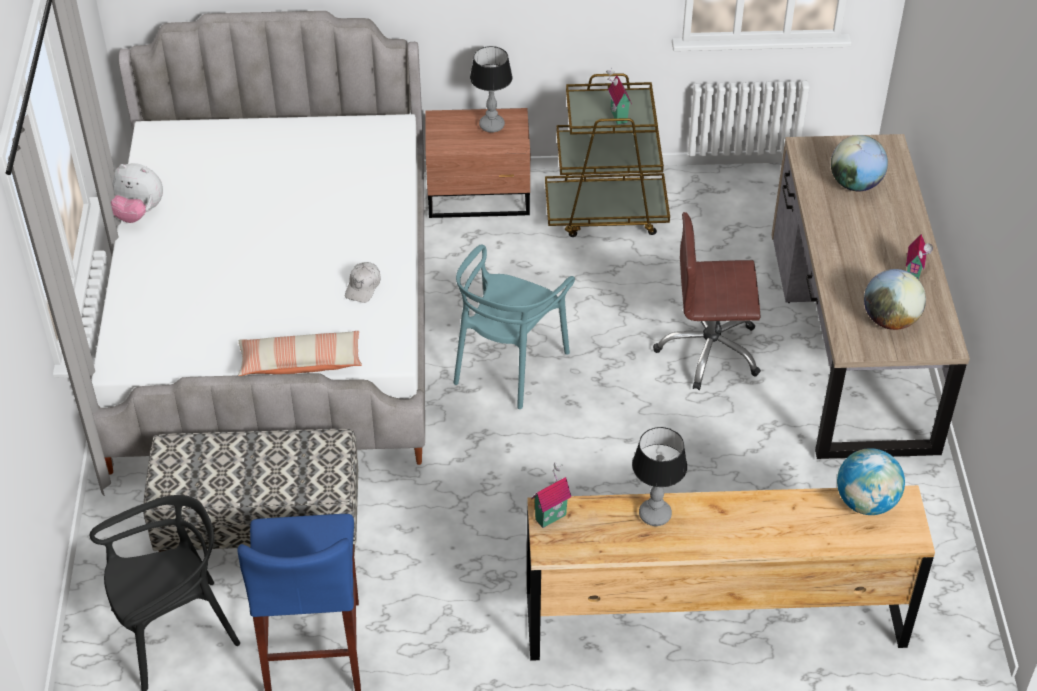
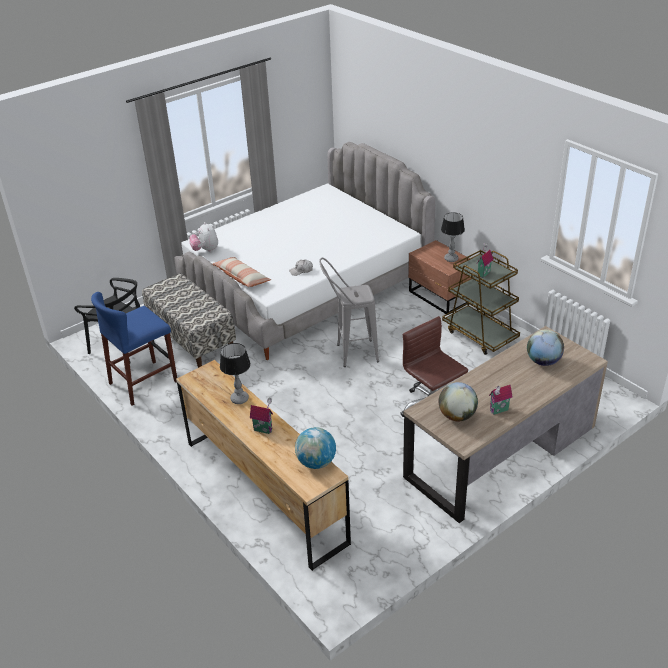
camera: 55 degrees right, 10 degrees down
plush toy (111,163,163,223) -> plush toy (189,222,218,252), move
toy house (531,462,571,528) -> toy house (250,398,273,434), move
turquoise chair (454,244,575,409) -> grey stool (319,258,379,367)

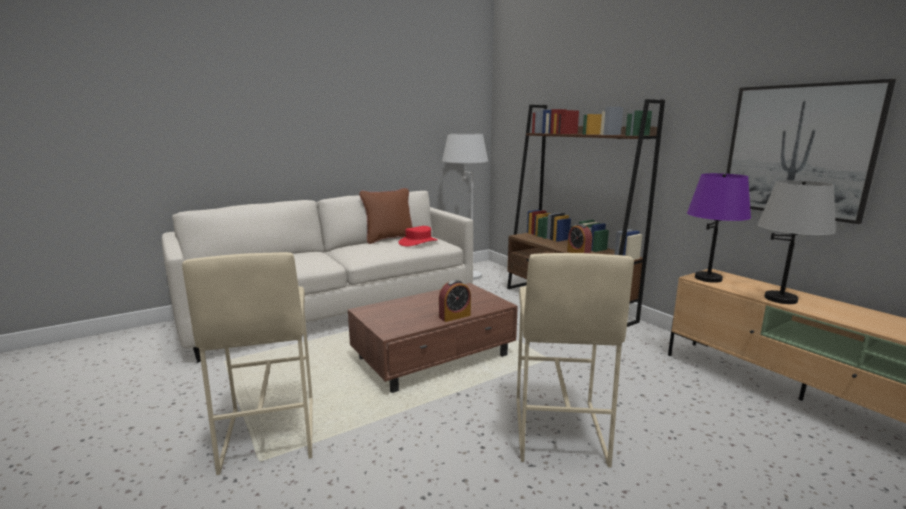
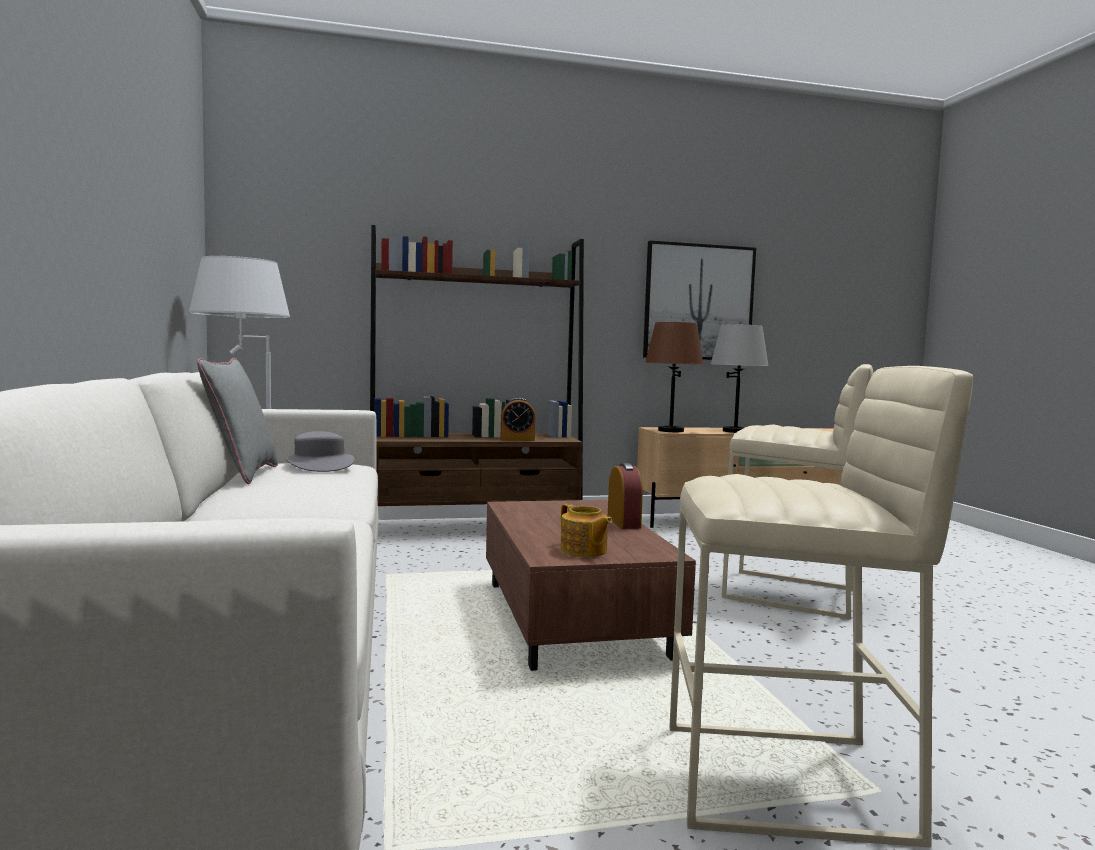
camera: 70 degrees left, 10 degrees down
none -> teapot (561,503,612,557)
brown pillow (359,188,413,244) -> grey pillow (197,358,278,484)
red hat (399,226,438,246) -> grey hat (285,431,354,472)
purple table lamp (687,173,751,283) -> brown table lamp (645,321,703,432)

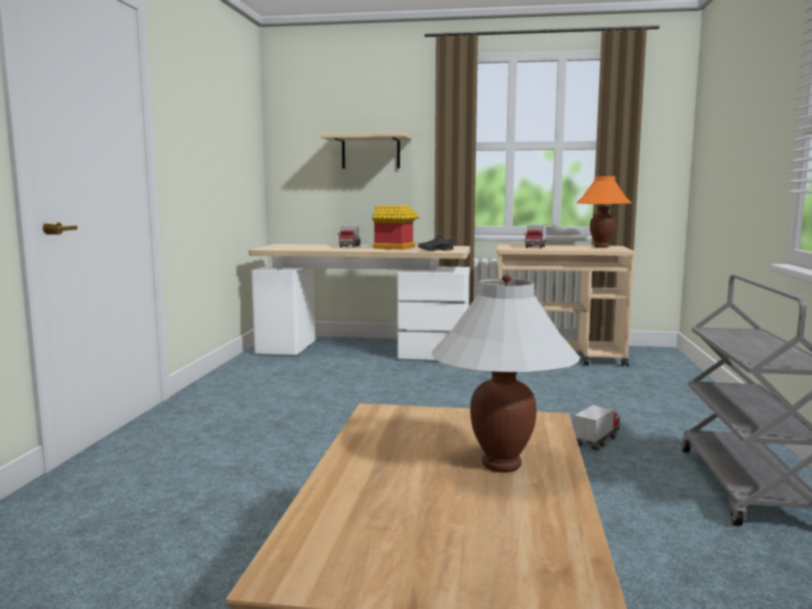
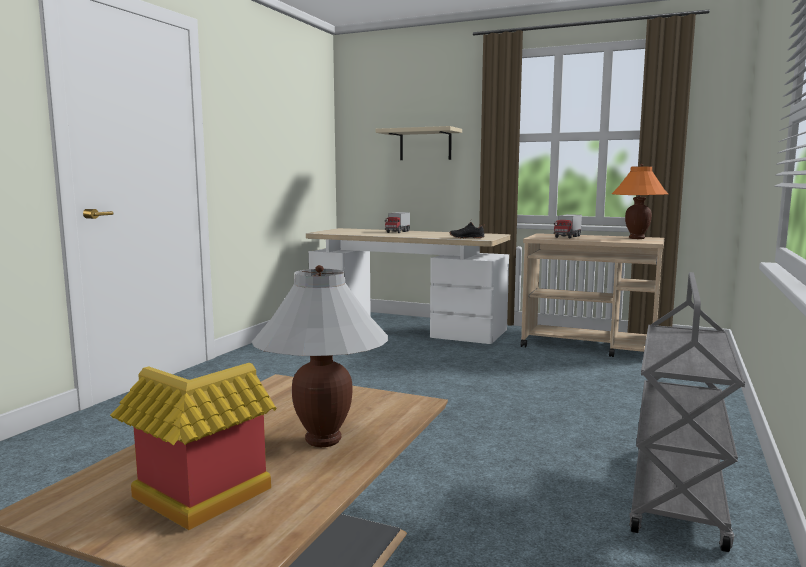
camera: 15 degrees right, 0 degrees up
toy truck (574,405,620,451) -> none
toy house (372,205,420,250) -> toy house (110,363,276,530), move

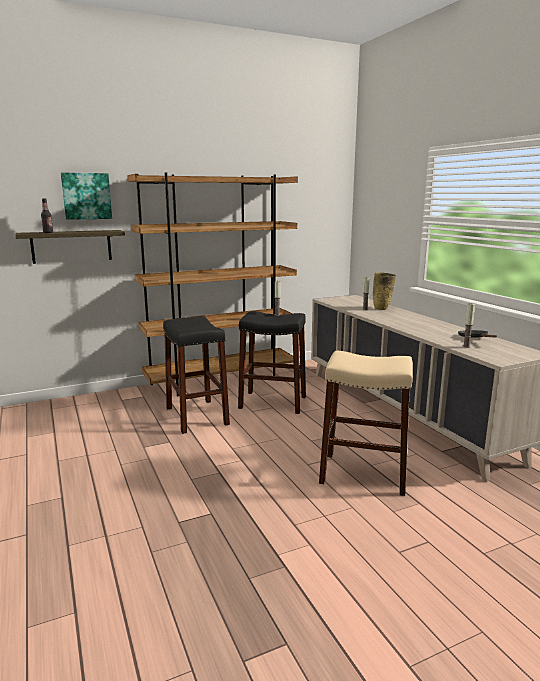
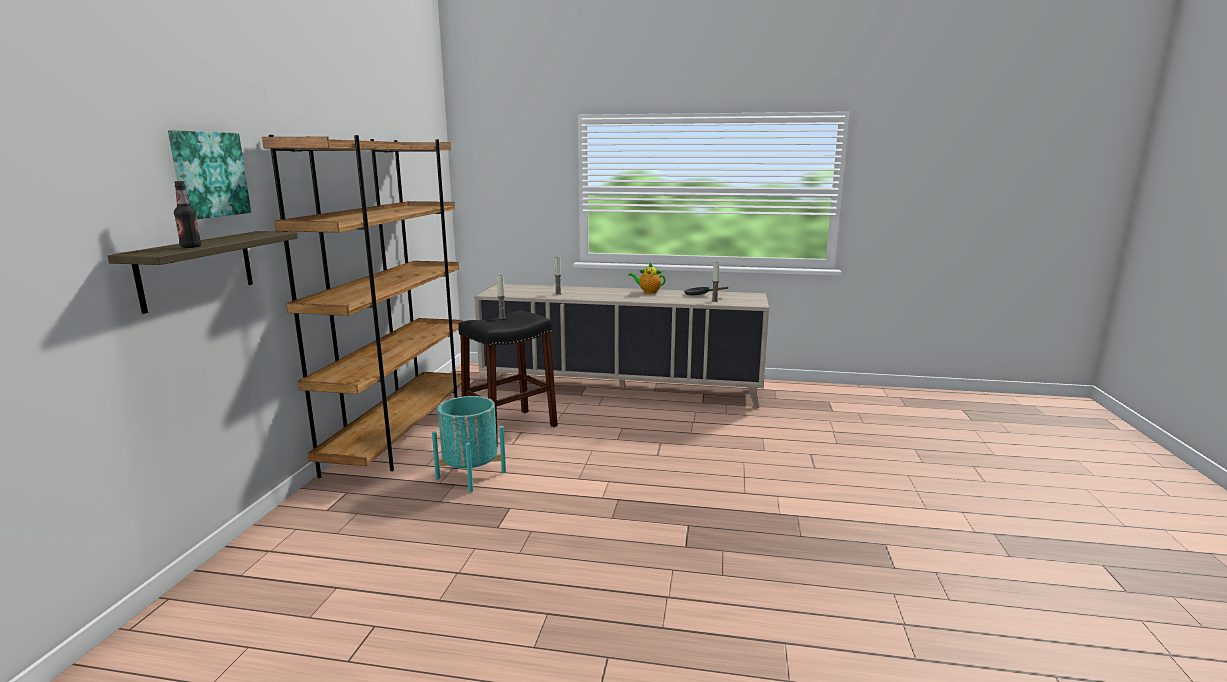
camera: 55 degrees left, 0 degrees up
beige stool (319,351,413,496) -> none
beige vase (373,272,396,310) -> none
none -> teapot (628,262,666,294)
black stool (163,317,230,434) -> turquoise planter (432,396,506,492)

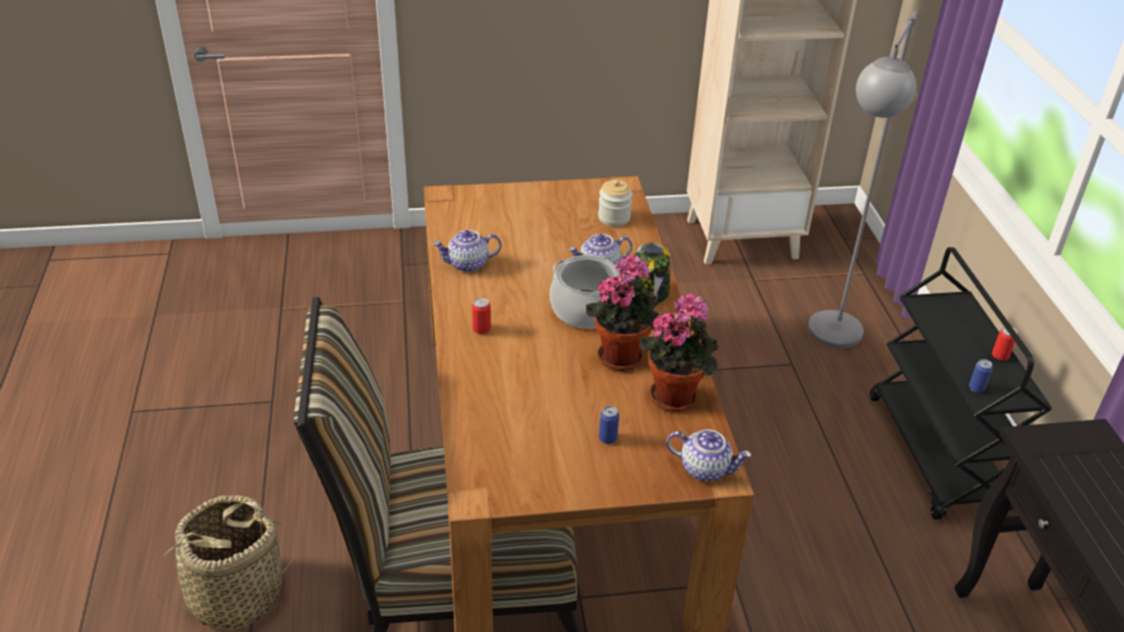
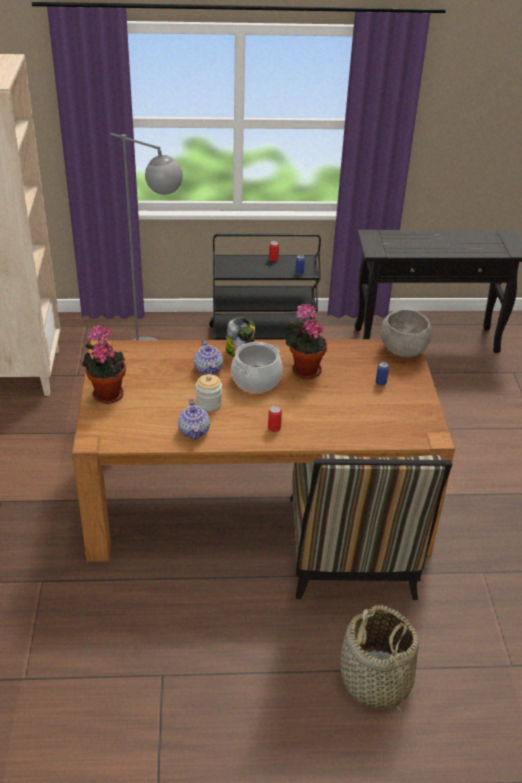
camera: 85 degrees left, 0 degrees up
jar (598,180,632,226) -> jar (196,374,222,411), move
potted plant (639,293,718,412) -> potted plant (82,325,126,404), move
teapot (666,429,751,481) -> grey bowl (380,310,432,358)

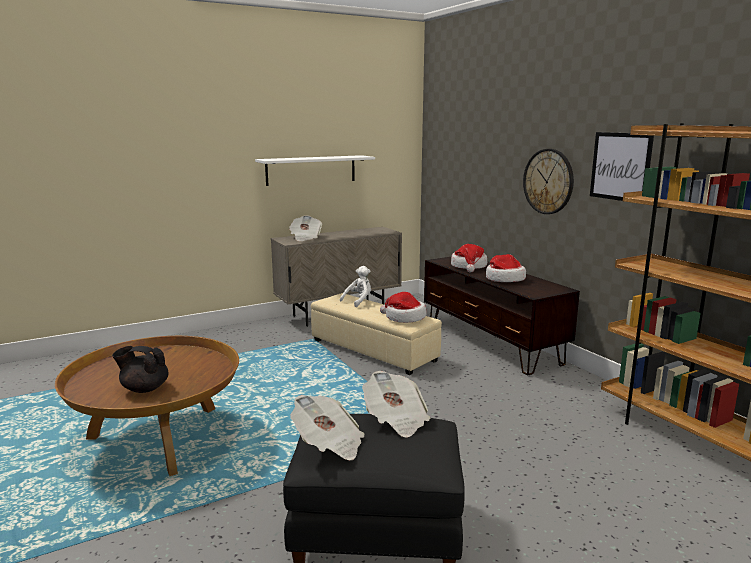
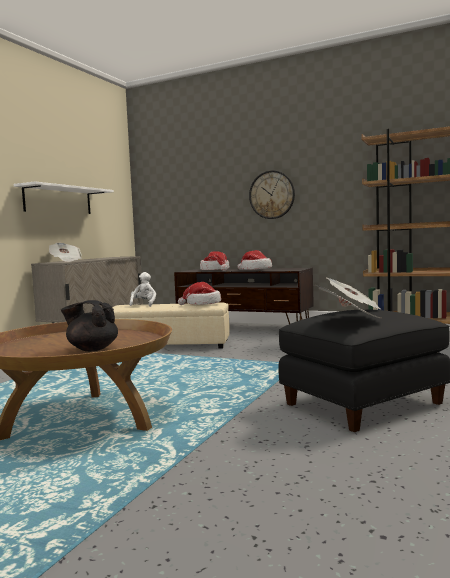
camera: 35 degrees left, 10 degrees down
picture (590,132,654,201) -> none
black teapot (112,346,168,393) -> black teapot (61,300,118,352), 45 degrees clockwise

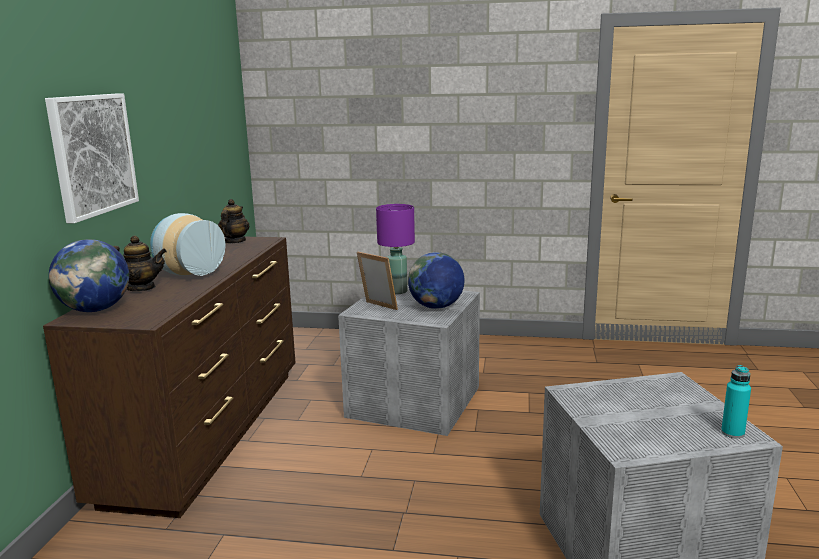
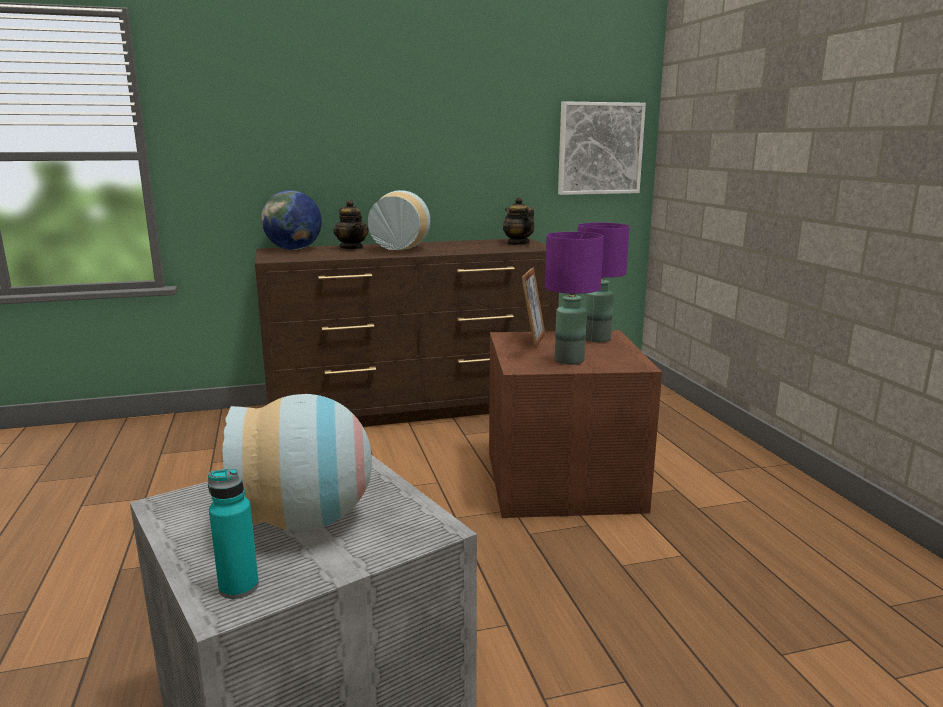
camera: 65 degrees right, 0 degrees up
none -> vase (223,394,372,531)
picture (45,93,139,223) -> picture (558,101,646,195), move
globe (408,252,465,309) -> purple table lamp (545,232,604,365)
grey storage box (338,285,480,436) -> brown storage box (489,330,662,518)
teapot (218,199,250,244) -> teapot (503,197,534,245), 105 degrees counterclockwise

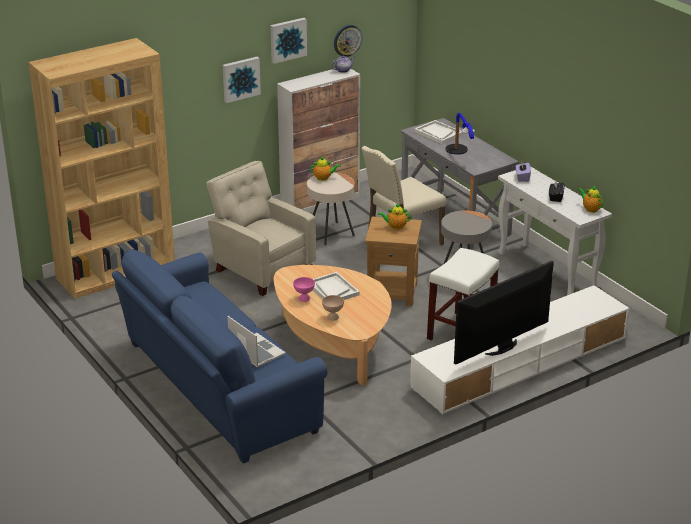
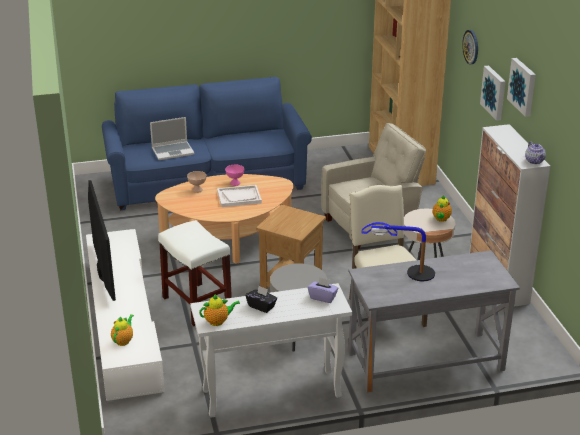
camera: 110 degrees right, 0 degrees up
white tray (414,120,463,144) -> none
wall clock (334,25,362,57) -> wall clock (462,30,478,65), move
teapot (378,203,411,230) -> teapot (111,314,134,346), move

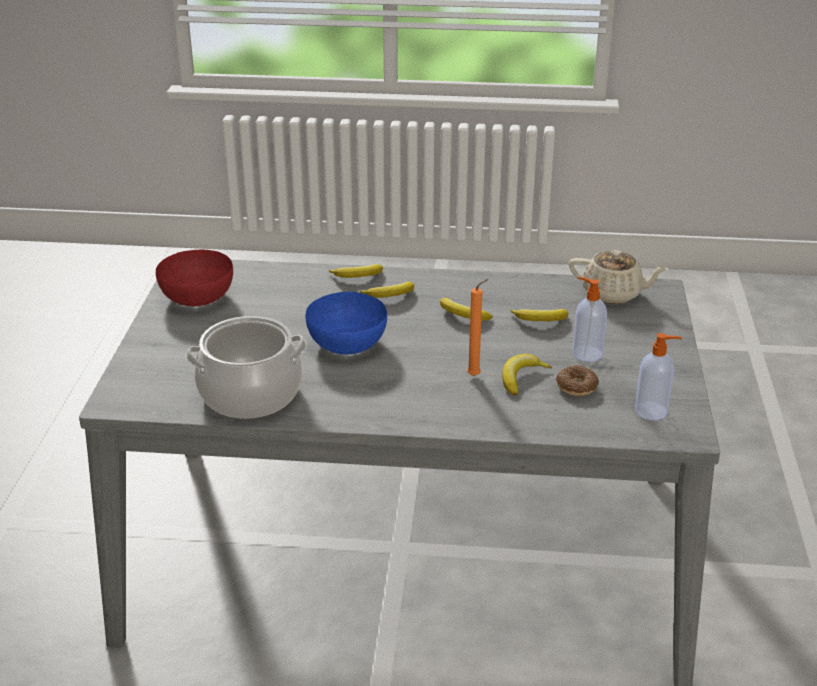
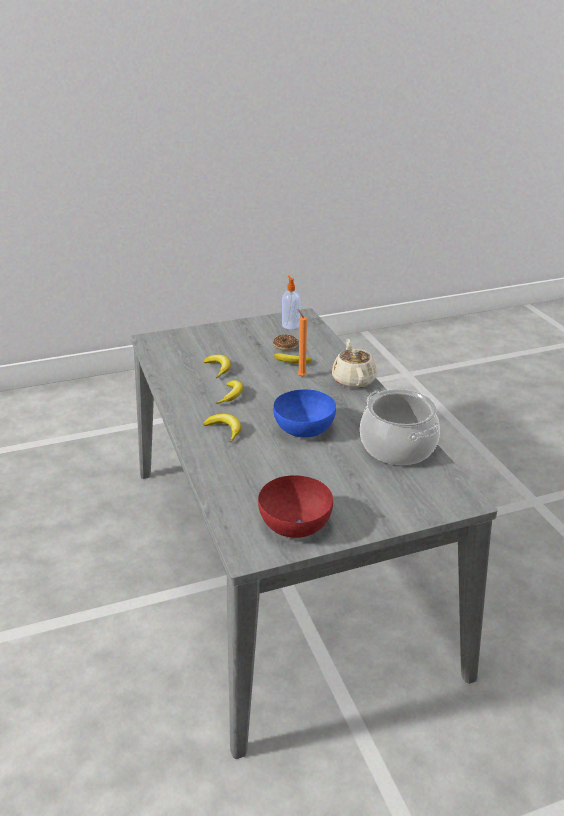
camera: 115 degrees left, 0 degrees up
banana (329,264,383,278) -> none
soap dispenser (573,277,607,362) -> none
beige teapot (569,250,668,304) -> beige teapot (332,339,377,388), move

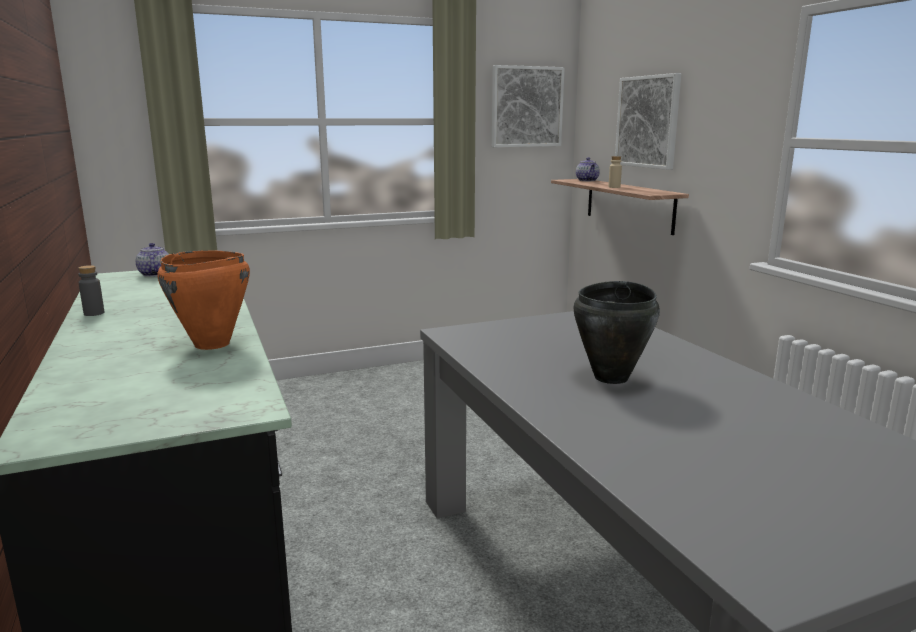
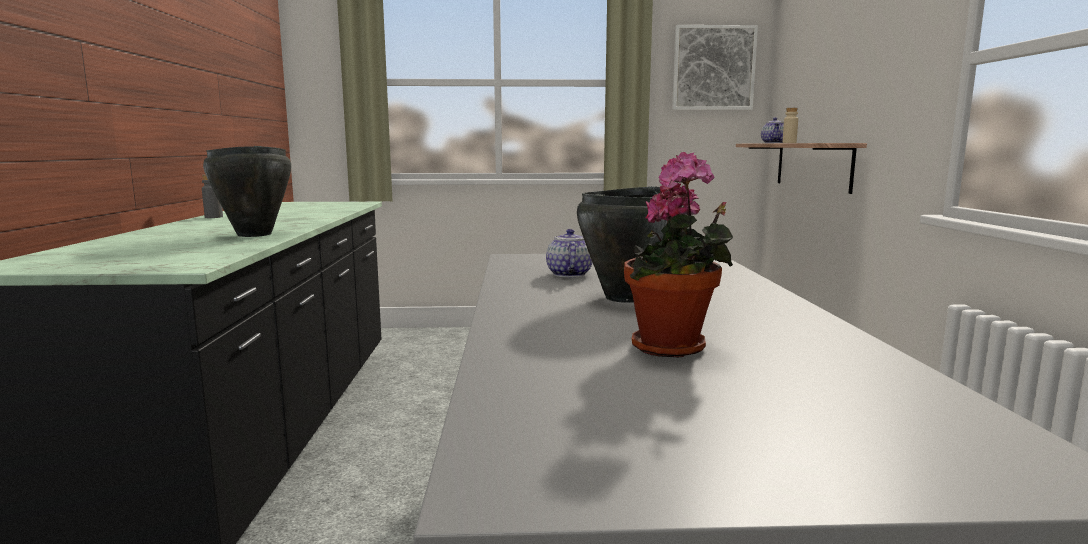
camera: 20 degrees right, 5 degrees down
picture (615,73,681,170) -> none
none -> potted plant (624,152,733,358)
teapot (136,243,169,277) -> teapot (546,229,593,277), move
orange cooking pot (158,250,250,350) -> black cooking pot (203,146,291,237)

